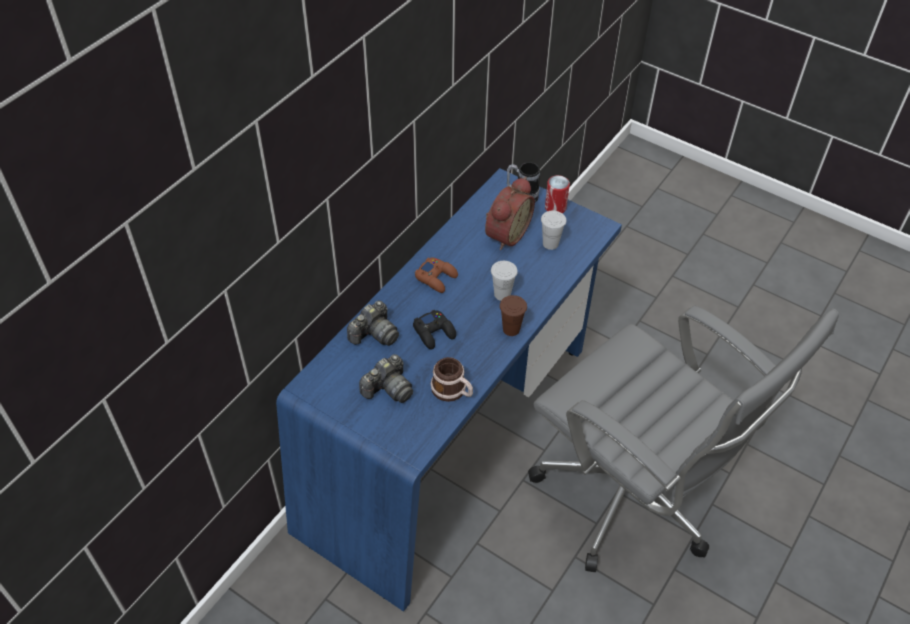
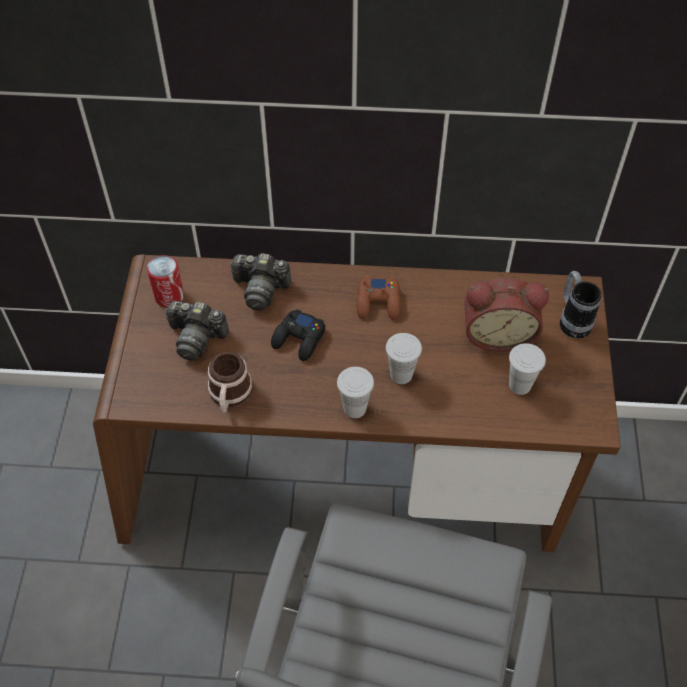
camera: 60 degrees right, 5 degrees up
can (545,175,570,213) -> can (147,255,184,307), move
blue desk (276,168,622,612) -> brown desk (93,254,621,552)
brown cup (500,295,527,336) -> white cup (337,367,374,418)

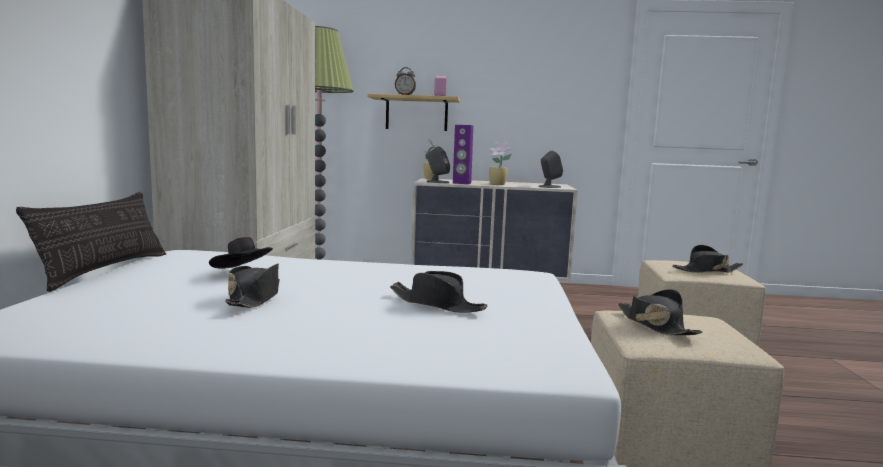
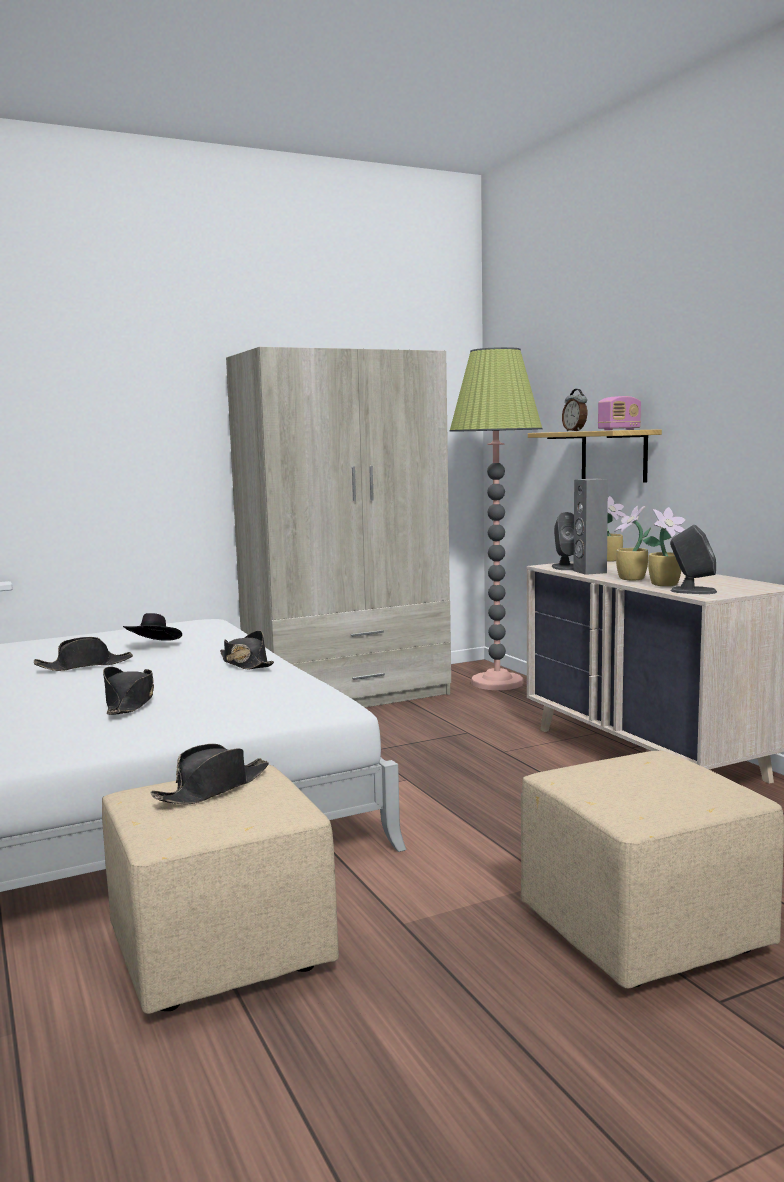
camera: 60 degrees right, 0 degrees up
pillow (16,192,166,292) -> none
none -> potted plant (643,507,686,586)
black hat (672,245,743,273) -> black hat (220,630,274,670), move
purple speaker (453,125,473,184) -> grey speaker (573,479,608,575)

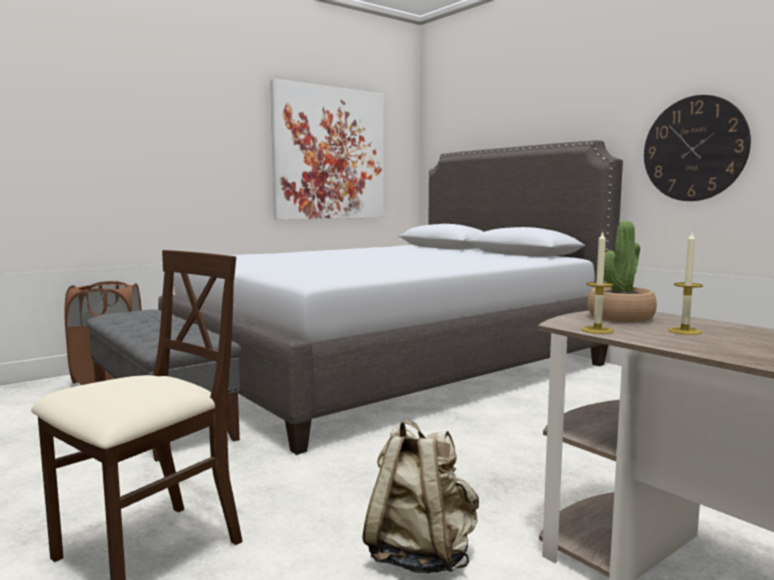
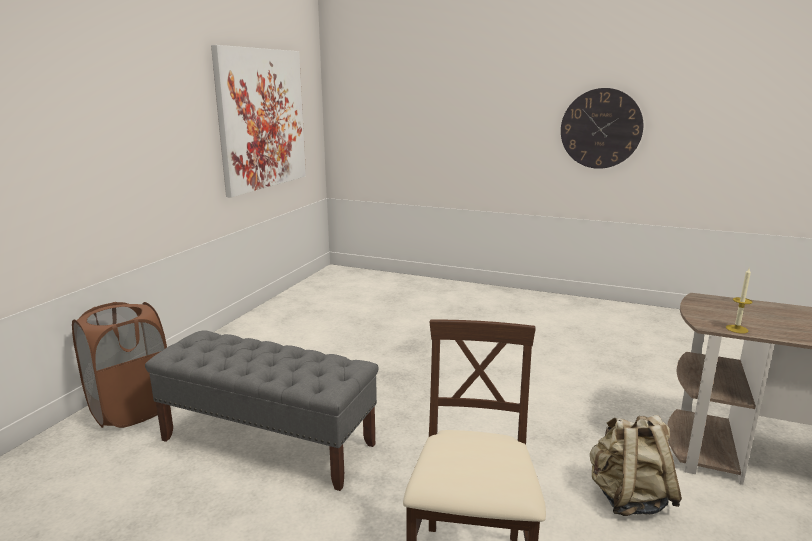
camera: 30 degrees left, 10 degrees up
grey bed (158,140,623,455) -> none
potted plant (587,221,657,323) -> none
candle (668,233,703,335) -> none

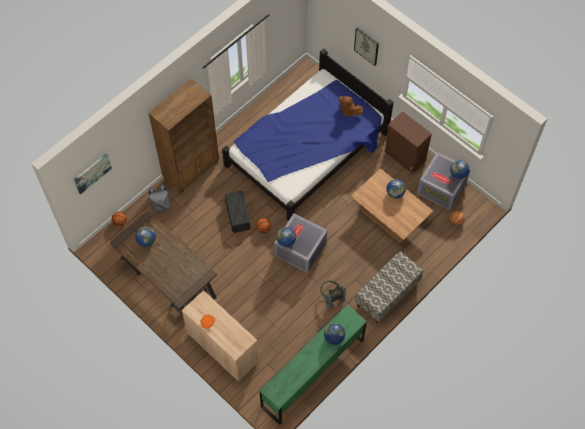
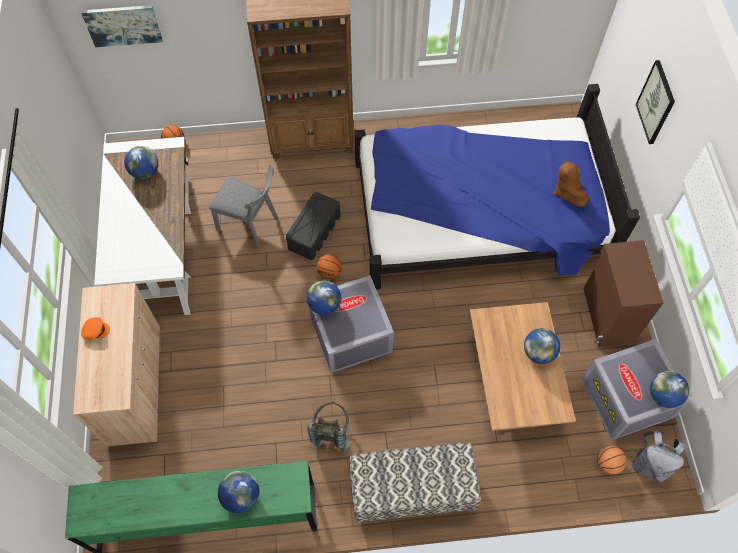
camera: 40 degrees right, 0 degrees up
none -> grey chair (209,164,277,248)
grey backpack (149,185,171,212) -> grey backpack (632,431,685,482), move
brown desk (110,211,217,315) -> white desk (94,137,191,315)

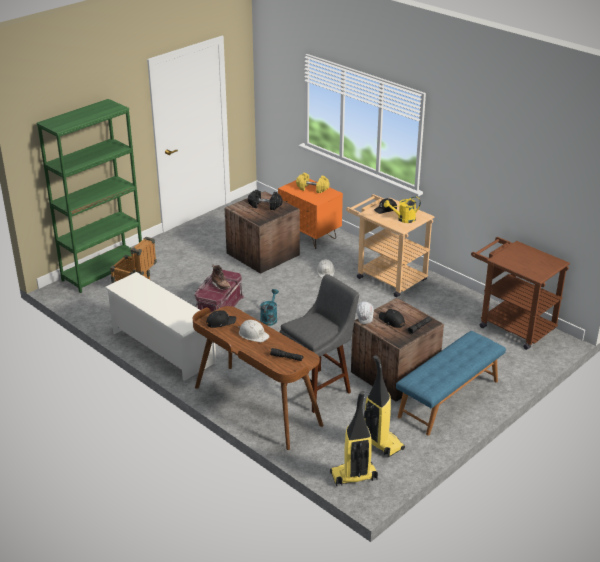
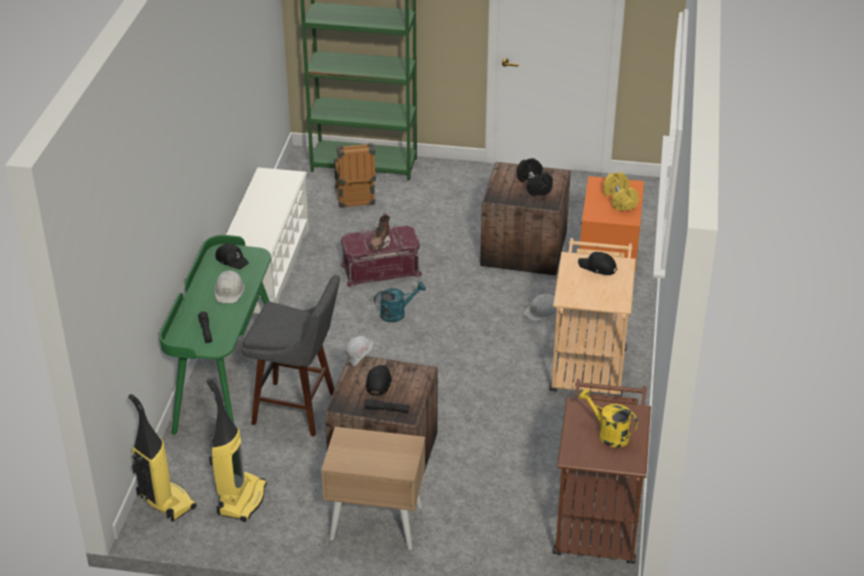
camera: 55 degrees right, 5 degrees up
yellow watering can (384,196,421,223) -> yellow watering can (579,389,638,448), move
blue bench (396,331,506,435) -> beige nightstand (321,427,425,550)
brown desk (193,306,324,450) -> green desk (159,235,271,435)

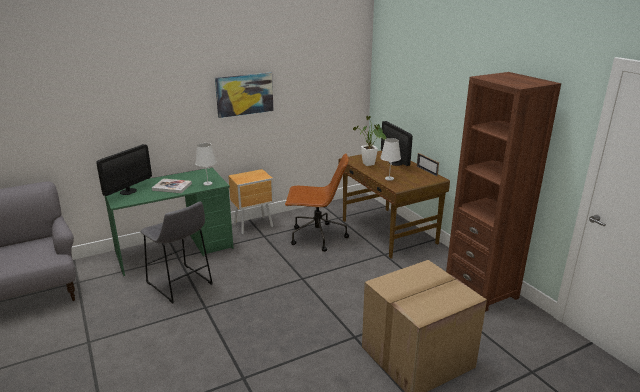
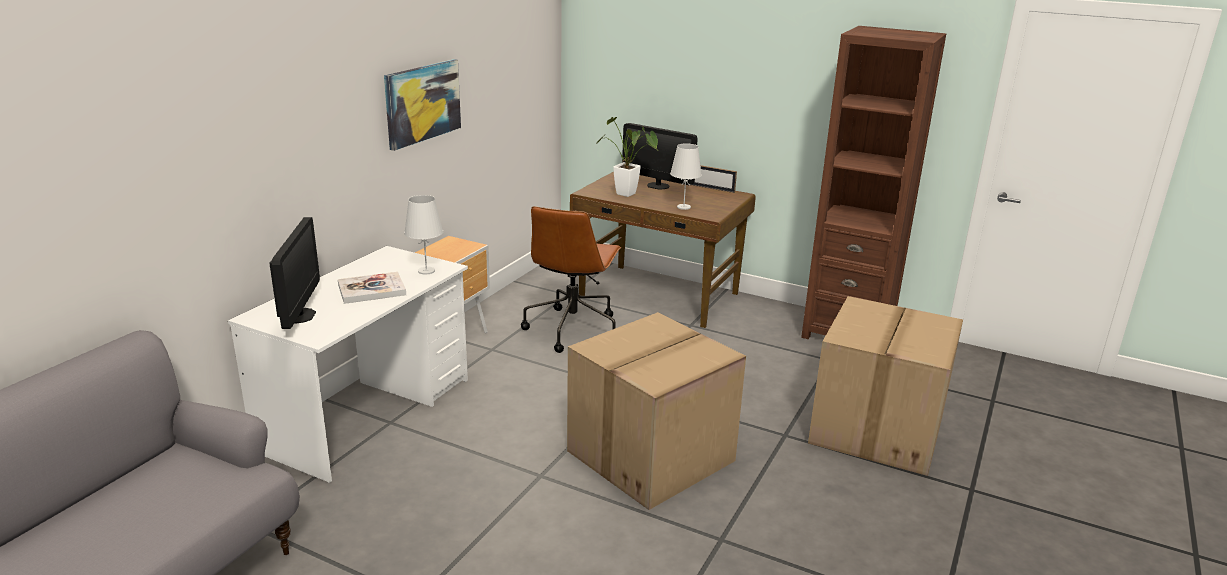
camera: 35 degrees left, 0 degrees up
grey stool (141,202,213,304) -> none
none -> cardboard box (567,312,746,510)
green desk (105,168,234,276) -> white desk (228,246,468,483)
brown office chair (285,153,349,252) -> brown office chair (521,206,622,353), 135 degrees clockwise

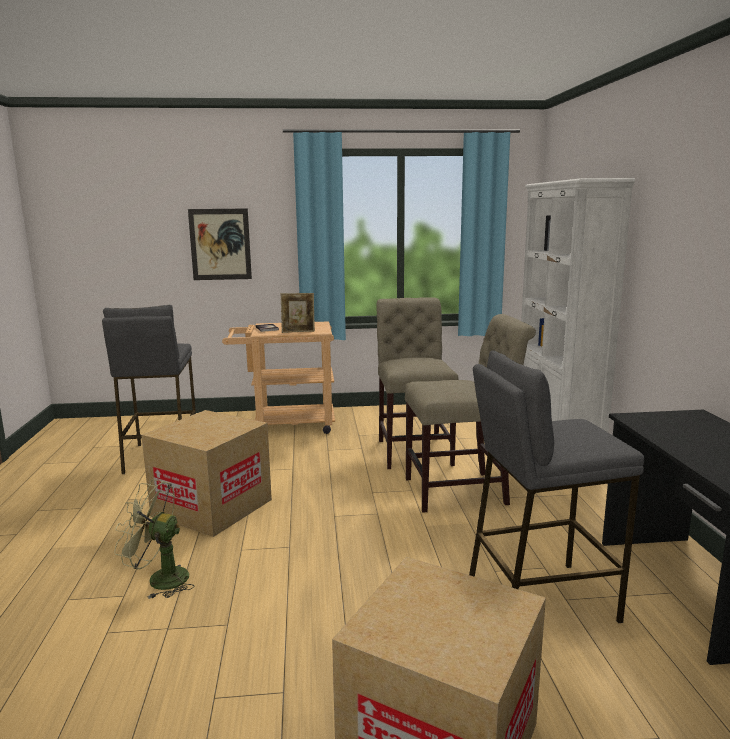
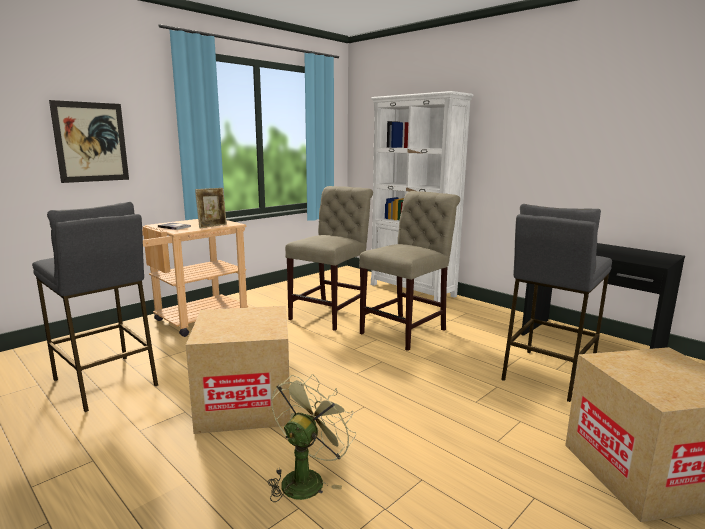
camera: 40 degrees left, 0 degrees up
green fan (114,479,194,599) -> green fan (268,374,356,502), 150 degrees clockwise
beige chair (376,297,459,469) -> beige chair (285,186,373,331), 75 degrees clockwise

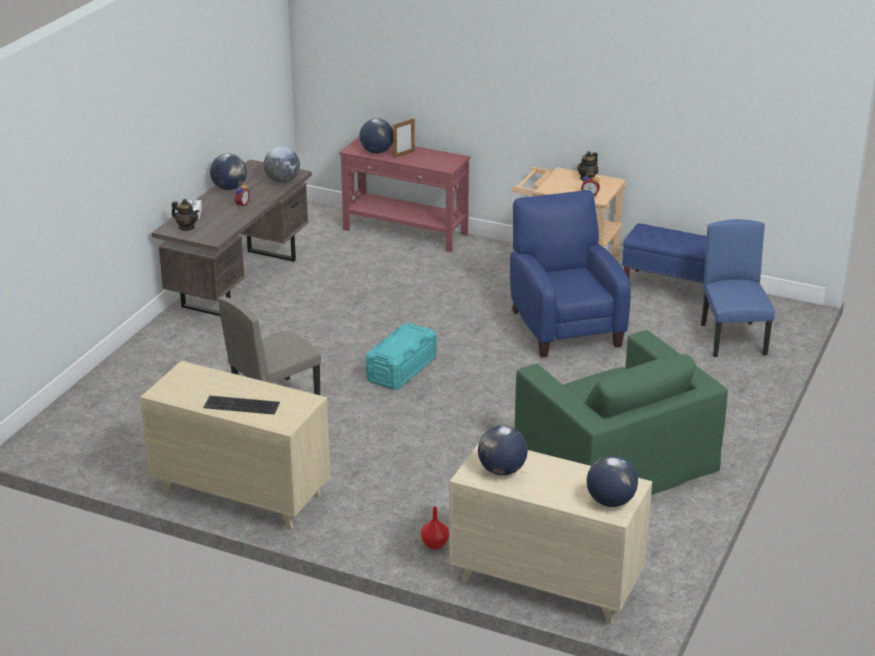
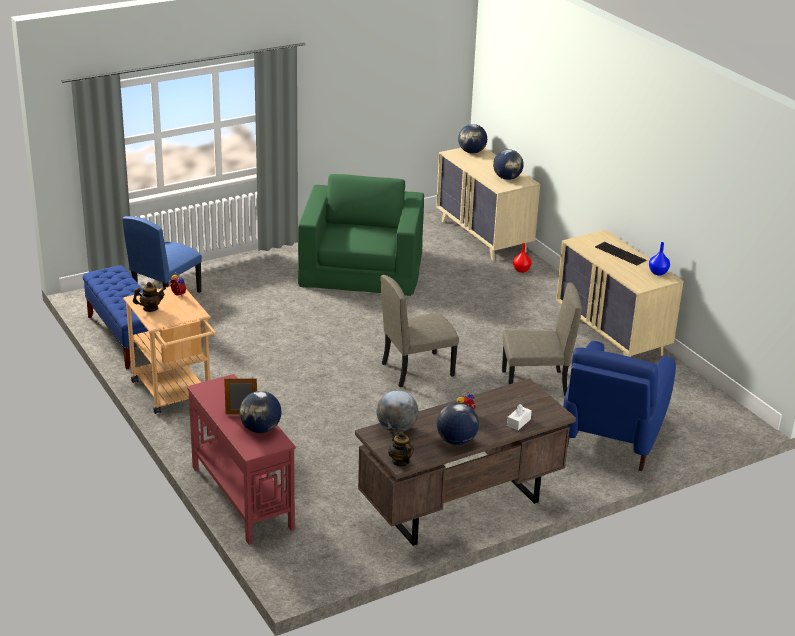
camera: 145 degrees left, 0 degrees up
none -> blue vase (649,242,670,275)
teapot (172,199,199,231) -> teapot (388,430,414,467), move
blue armchair (510,190,631,358) -> blue armchair (563,341,676,471), move
turquoise storage box (366,323,436,390) -> beige chair (380,275,459,387)

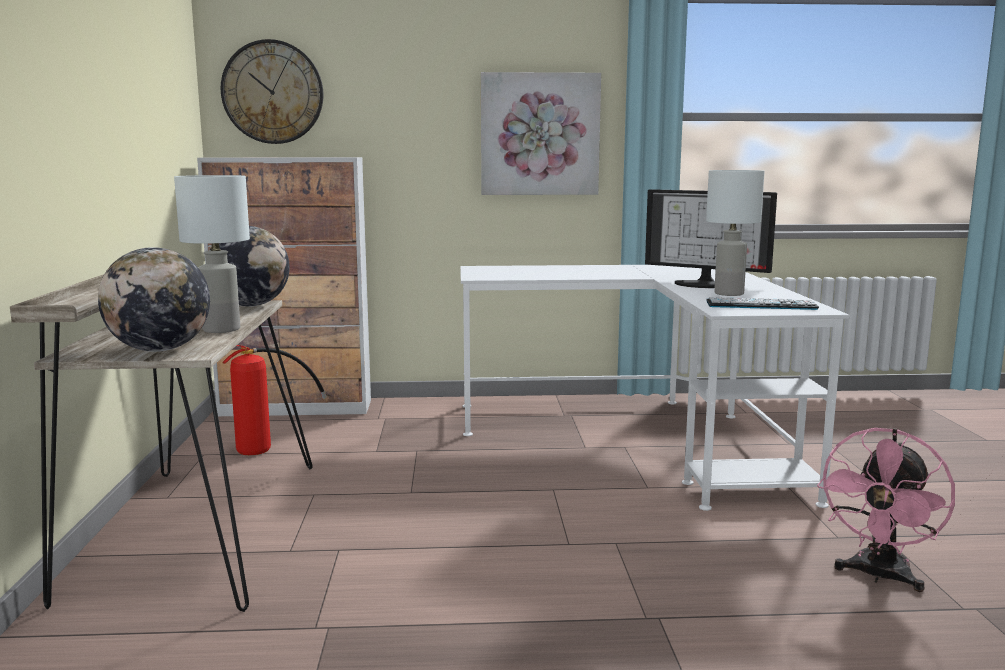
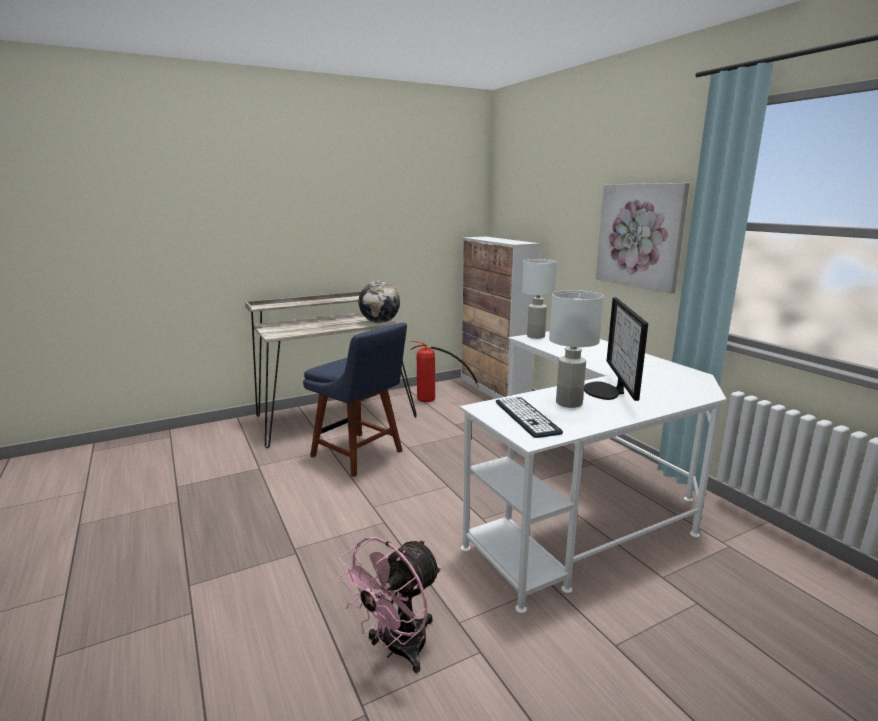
camera: 65 degrees right, 5 degrees up
globe (98,247,210,352) -> none
wall clock (221,39,324,144) -> none
none -> blue chair (303,323,407,477)
white table lamp (174,175,250,333) -> white table lamp (522,259,557,339), move
pink fan (817,428,955,592) -> pink fan (336,537,442,673), 60 degrees counterclockwise

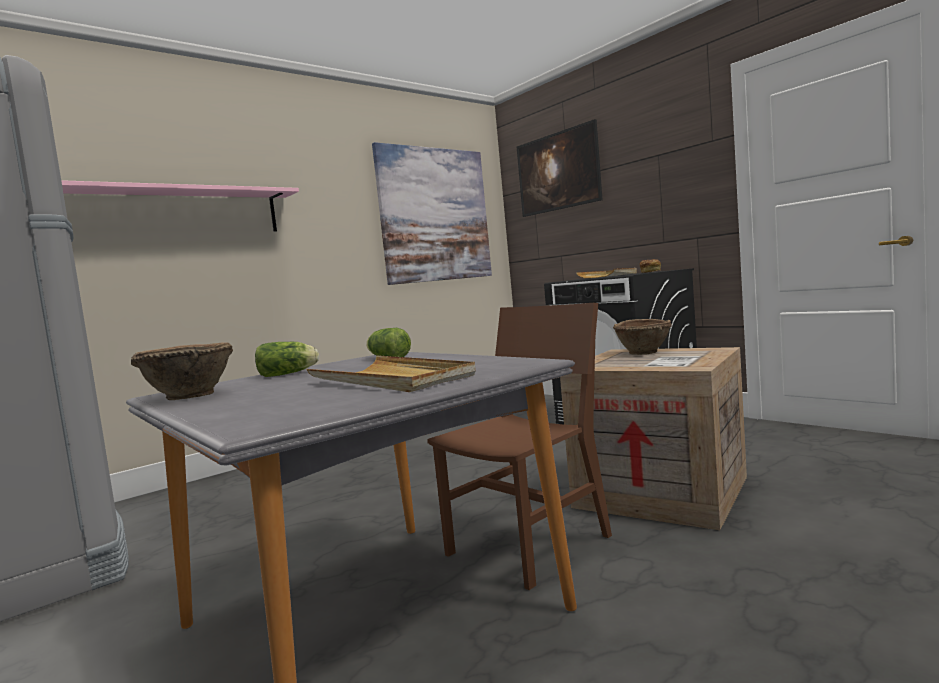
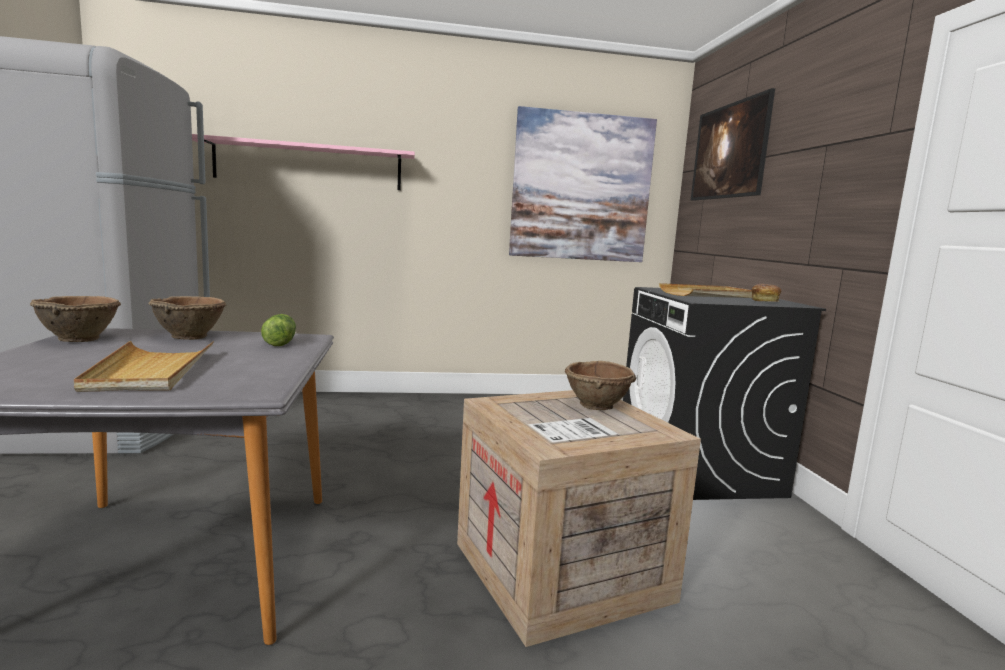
camera: 30 degrees right, 5 degrees up
brown chair (427,303,612,590) -> none
lettuce (255,342,319,377) -> brown bowl (148,296,226,340)

